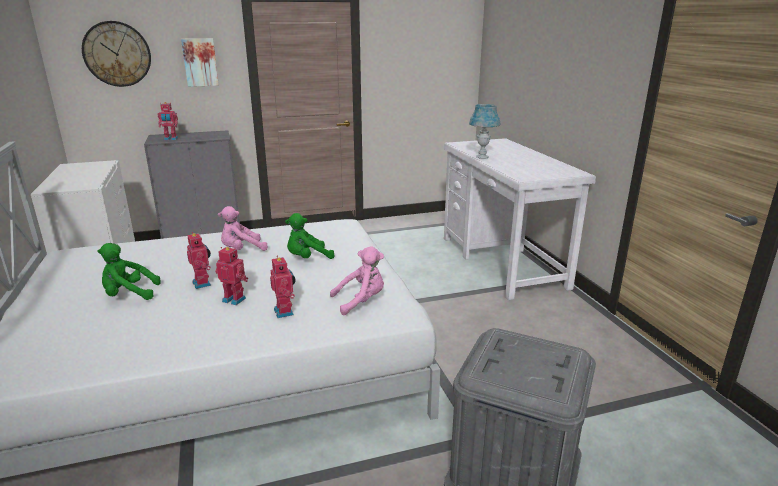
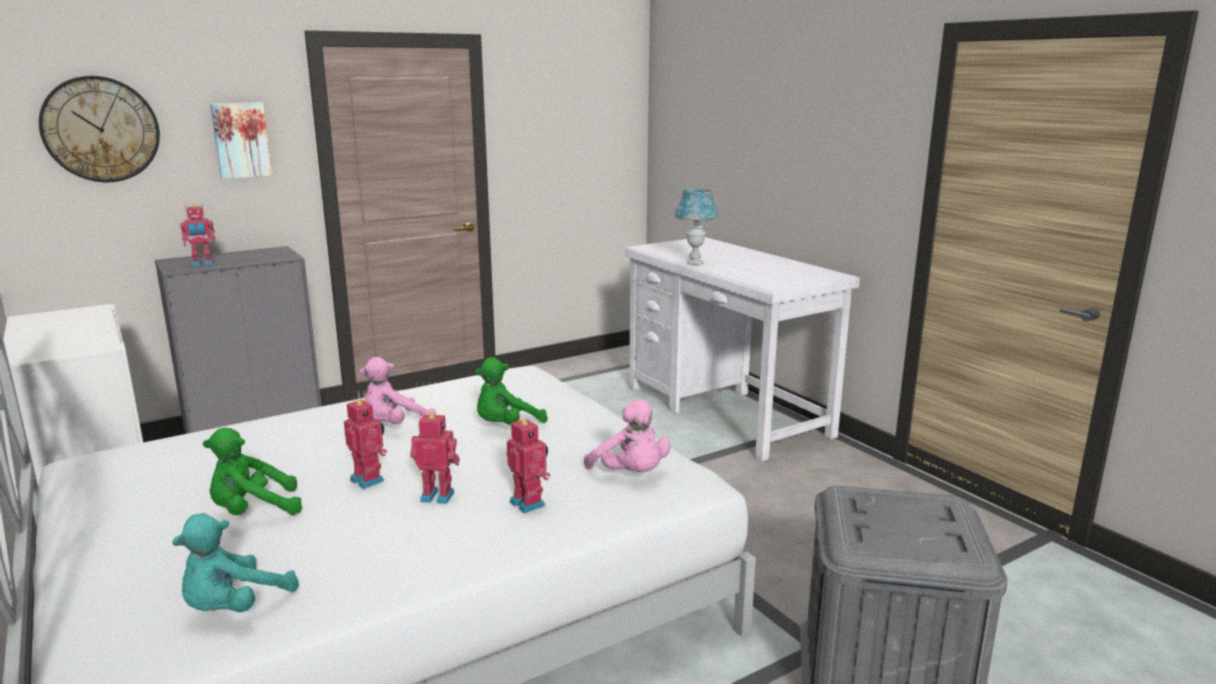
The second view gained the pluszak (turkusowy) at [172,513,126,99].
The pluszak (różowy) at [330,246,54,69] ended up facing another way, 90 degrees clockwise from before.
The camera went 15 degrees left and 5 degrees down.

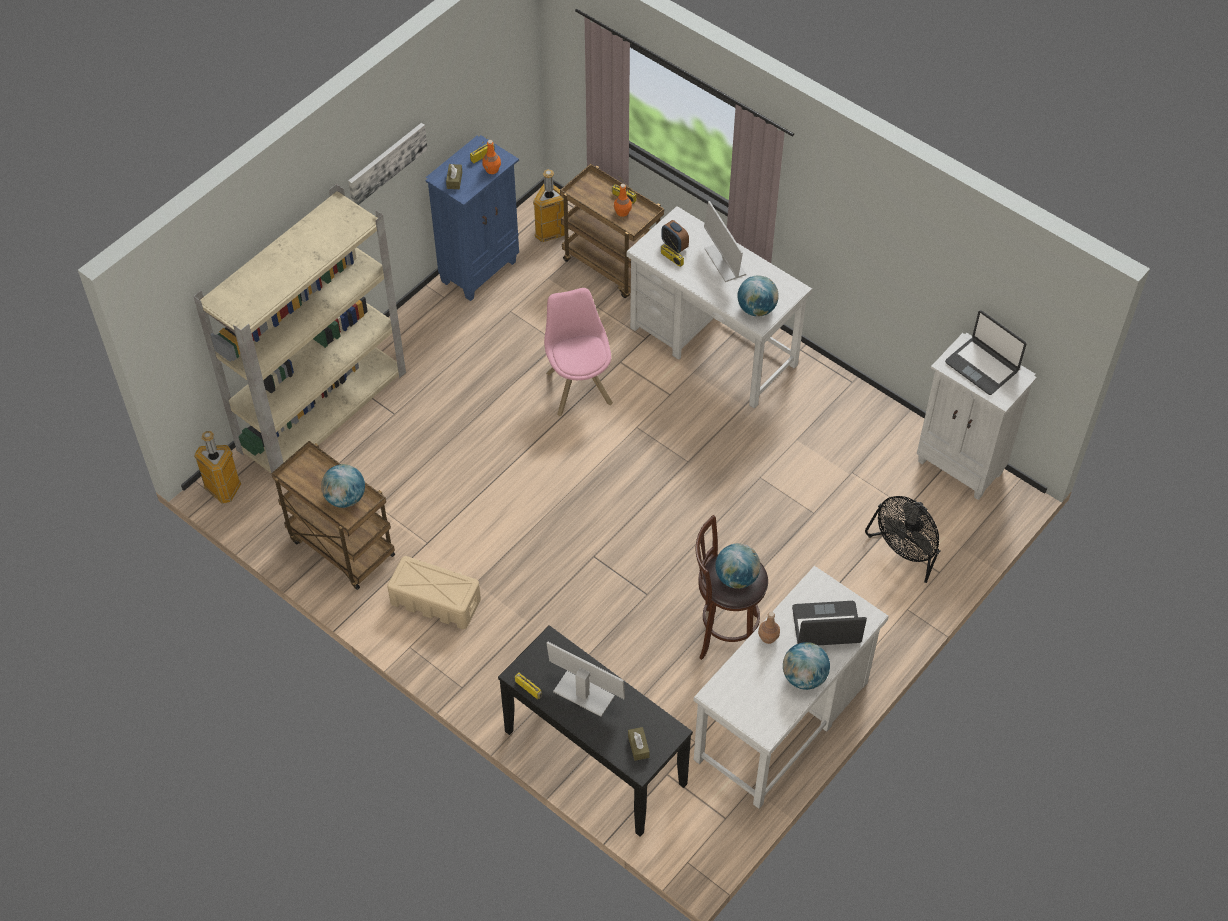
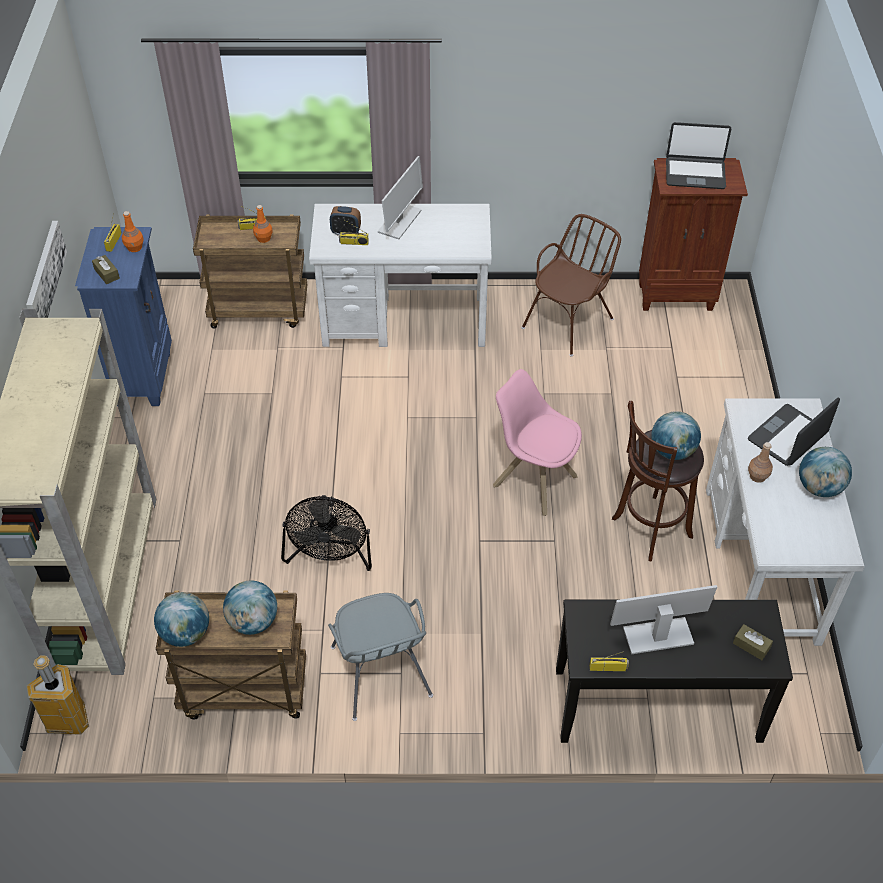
The second view lost the kosz na śmieci at [533,169,32,73].
The second view gained the krzesło (brązowy) at [521,214,100,143].
The krzesło (różowy) ended up elsewhere, having gone from [544,288,69,128] to [493,369,89,147].
The globus ended up elsewhere, having gone from [738,275,41,42] to [154,592,55,55].
The wentylator (czarny) ended up elsewhere, having gone from [865,496,76,87] to [281,495,91,76].
Where the pojemnik do przechowywania (beżowy) stood at [387,556,94,73], the krzesło (szary) came to stand at [328,593,105,128].
What was the szafka (biały) at [917,333,120,167] turned into the szafka (brązowy) at [639,158,109,153].
The monitor at [704,201,42,81] ended up facing another way, 90 degrees counterclockwise from before.
The camera went 40 degrees left and 5 degrees down.

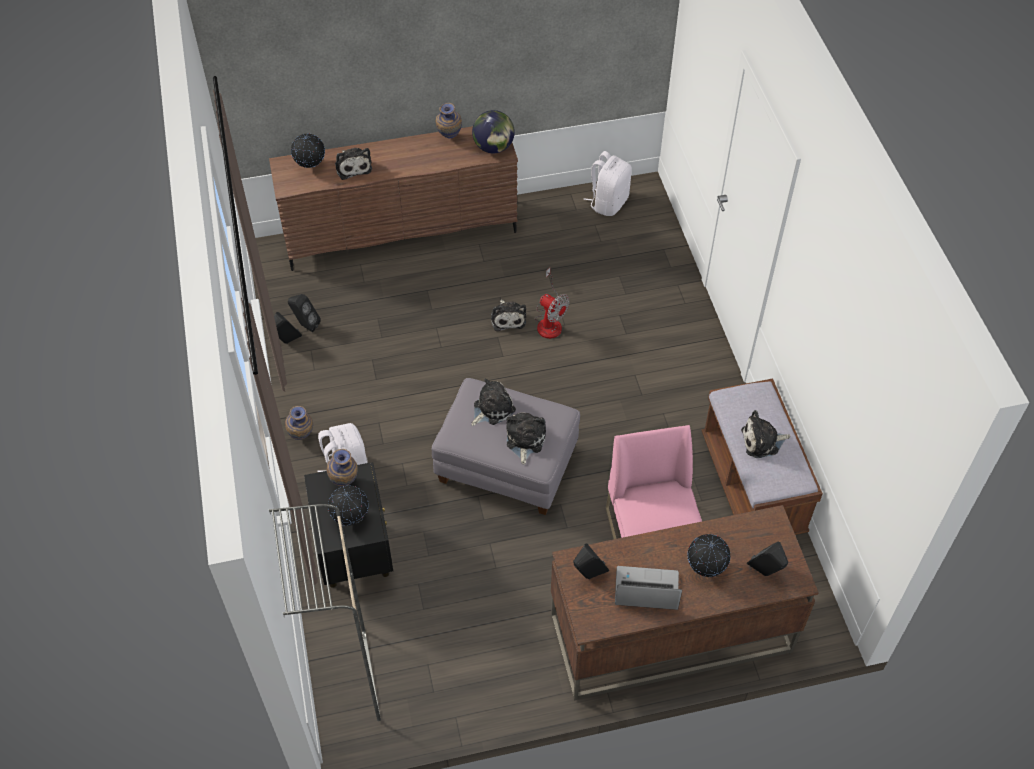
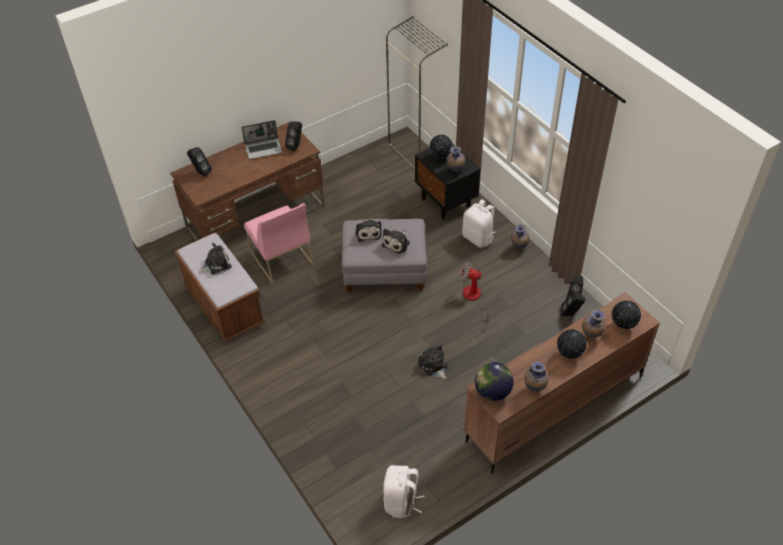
The wentylator ended up elsewhere, having gone from [535,268,35,71] to [461,261,31,61].
The globus ended up elsewhere, having gone from [688,534,42,43] to [557,329,30,30].
Where the pluszak stood at [335,148,37,32], the wazon came to stand at [582,310,24,28].
The camera went 160 degrees right and 5 degrees down.

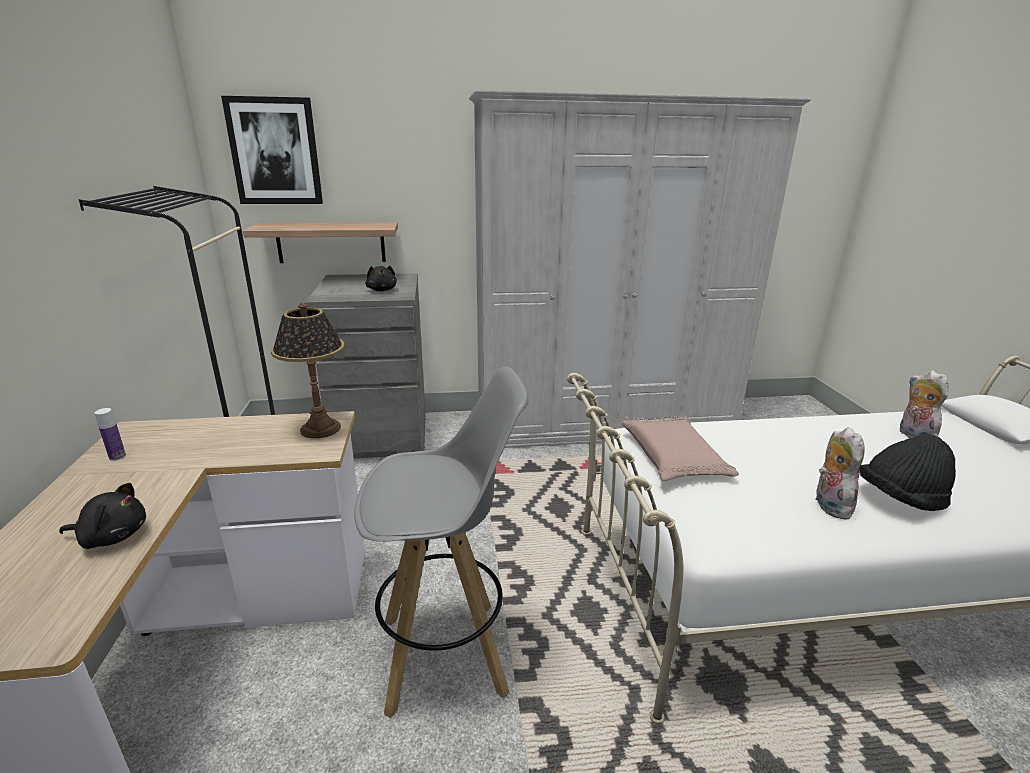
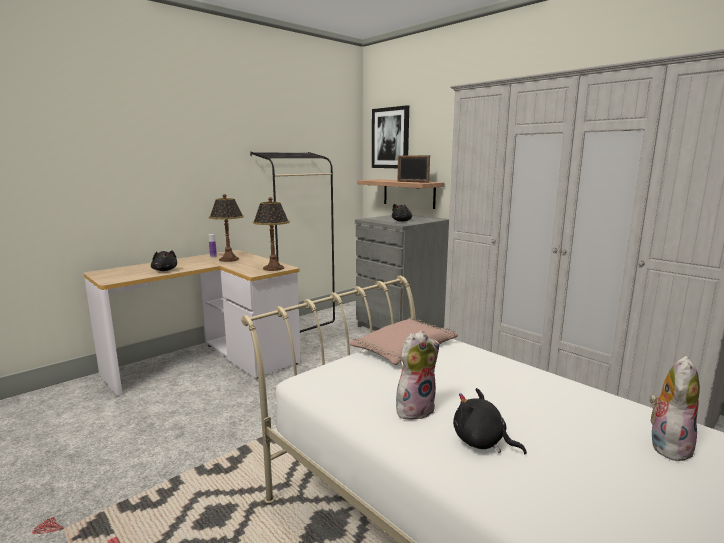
The second view lost the stołek (szary) at [354,367,175,351].
The second view gained the lampa stołowa at [209,194,35,68].
The second view gained the ramka na zdjęcie at [398,155,32,28].
Where the kapelusz (czarny) stood at [860,434,96,77], the pluszak (czarny) came to stand at [453,388,74,66].
The camera went 55 degrees right and 10 degrees down.

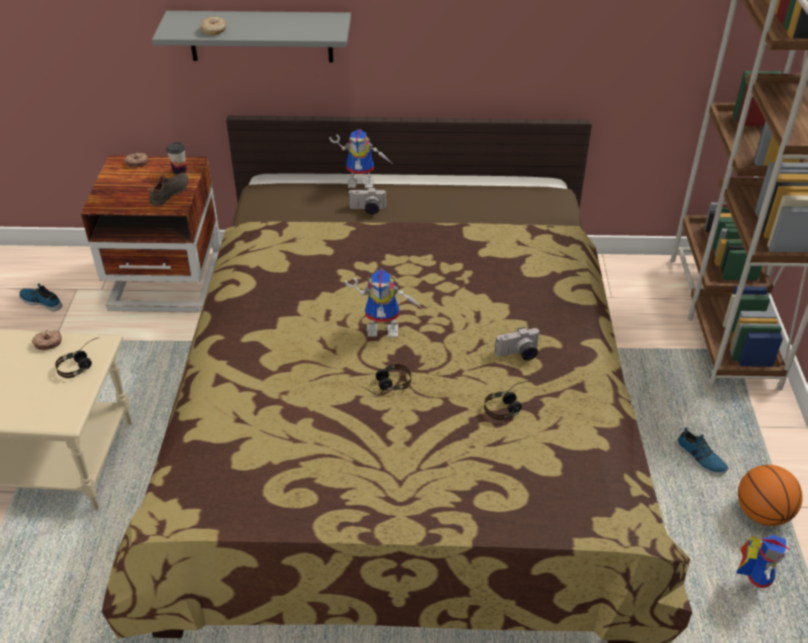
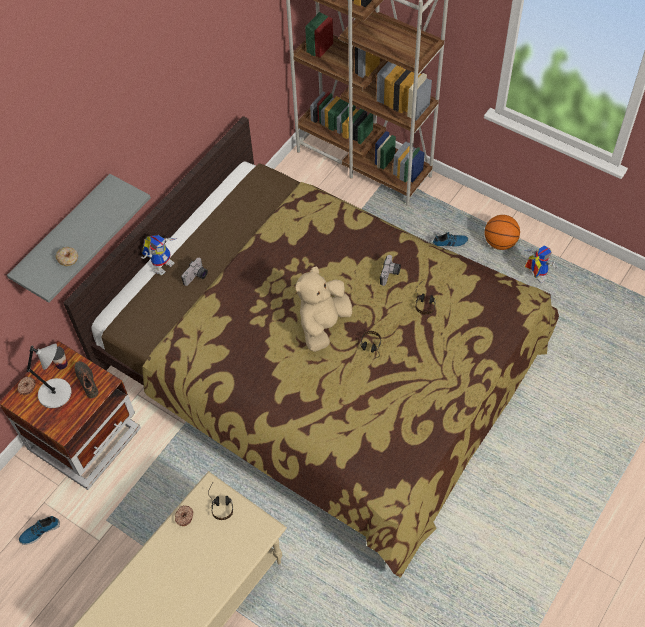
The second view gained the lampa stołowa (szary) at [26,343,45,65].
Where the robot zabawkowy stood at [345,268,78,69], the pluszak (beżowy) came to stand at [295,267,57,85].
The camera went 55 degrees left and 15 degrees up.

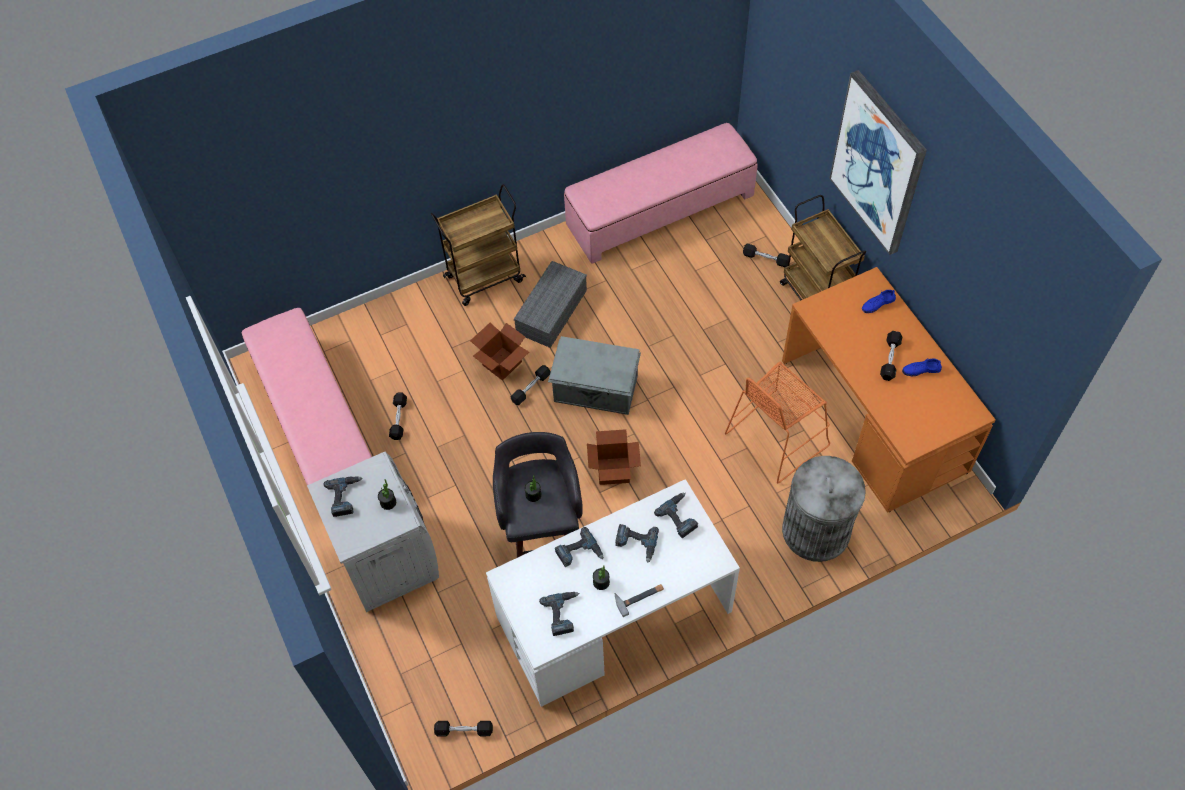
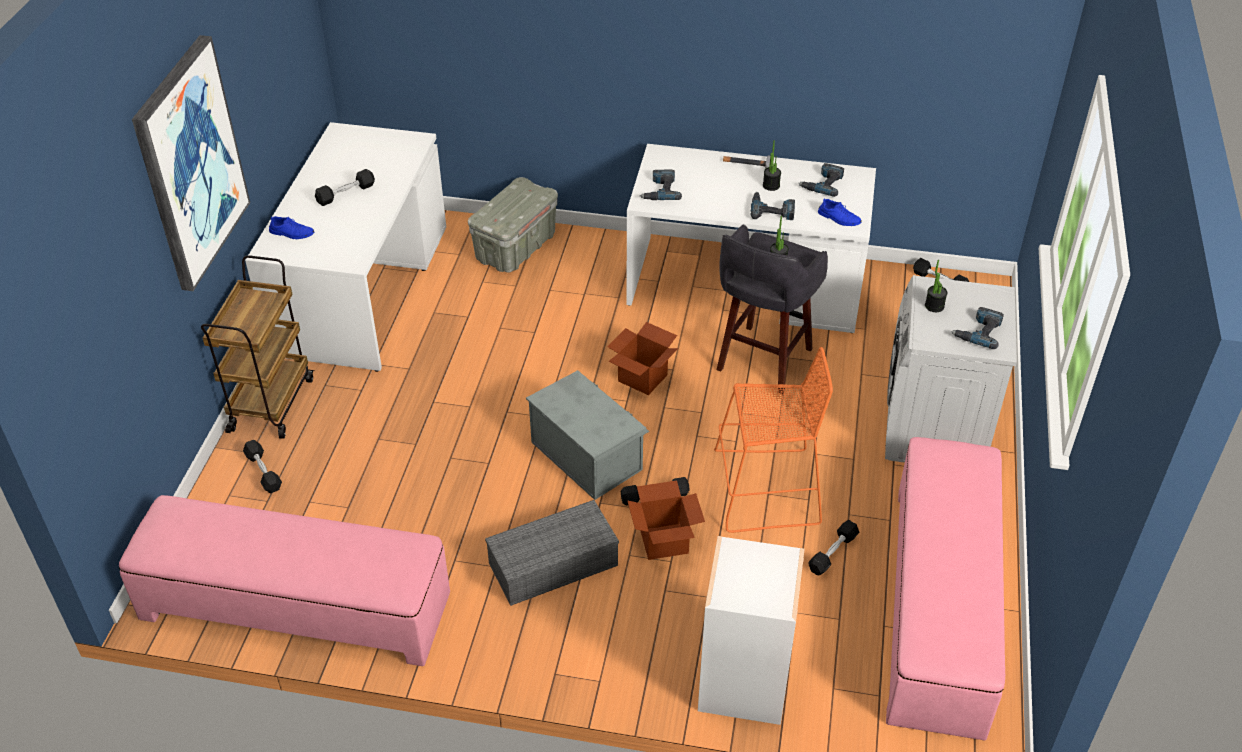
The second view lost the wózek (brązowy) at [431,184,95,122].
The second view lost the wiertarka at [615,524,44,39].
The second view gained the regał at [698,536,107,189].
The stołek (pomarańczowy) ended up elsewhere, having gone from [725,361,105,122] to [714,347,119,186].
The but (niebieski) ended up elsewhere, having gone from [902,358,40,18] to [818,198,44,28].
Where the kosz na śmieci (szary) stood at [782,456,84,106], the pojemnik do przechowywania (szary) came to stand at [468,177,90,96].
What was the biurko (pomarańczowy) at [782,267,214,246] turned into the biurko (biały) at [245,122,201,250].
The camera went 145 degrees left and 15 degrees down.

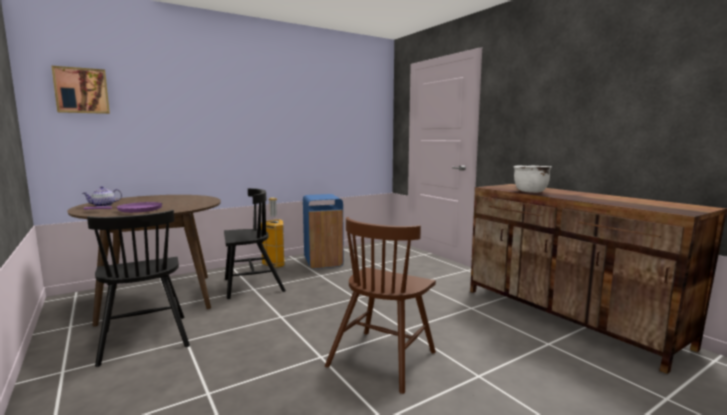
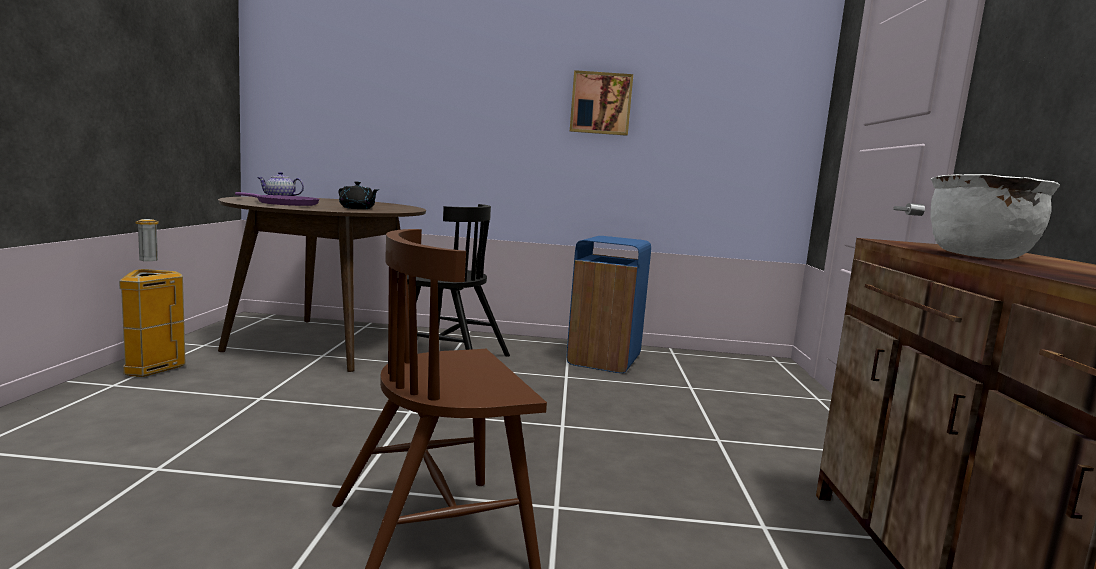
The second view lost the krzesło (czarny) at [87,210,103,157].
The second view gained the imbryk (czarny) at [338,181,40,28].
The obraz ended up elsewhere, having gone from [51,66,59,48] to [570,70,63,66].
The kosz na śmieci ended up elsewhere, having gone from [261,198,24,70] to [119,219,67,158].
The camera went 35 degrees right and 0 degrees up.

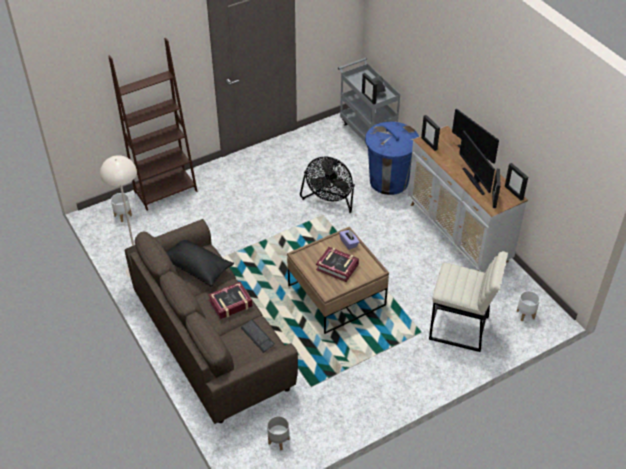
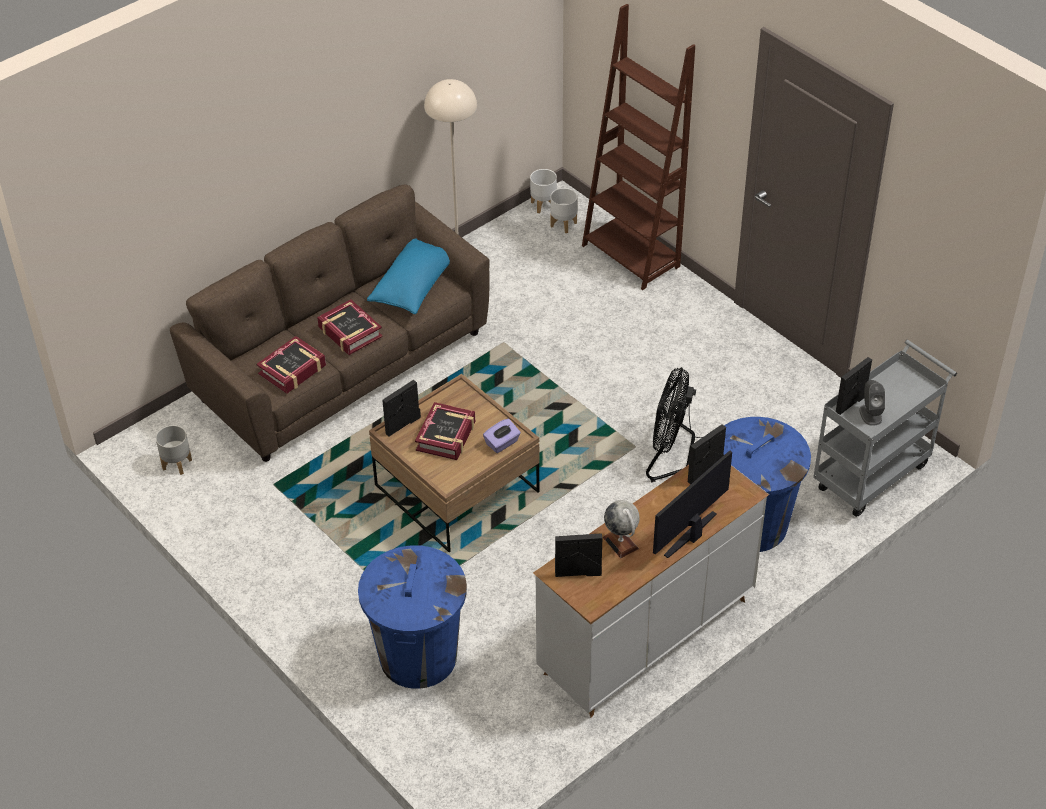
The ramka na zdjęcie ended up elsewhere, having gone from [505,163,23,37] to [382,380,39,57].
The donica (biały) ended up elsewhere, having gone from [517,291,23,30] to [530,169,27,45].
Where the klawiatura stood at [240,319,35,34], the książka came to stand at [257,336,69,58].
Where the krzesło (beżowy) stood at [429,251,79,101], the kosz na śmieci (niebieski) came to stand at [358,545,109,144].
Where the monitor stood at [459,131,36,64], the globus came to stand at [603,500,37,58].
What was the poduszka (czarny) at [166,240,68,47] turned into the poduszka (niebieski) at [367,238,83,76].
The camera went 80 degrees right and 0 degrees up.

